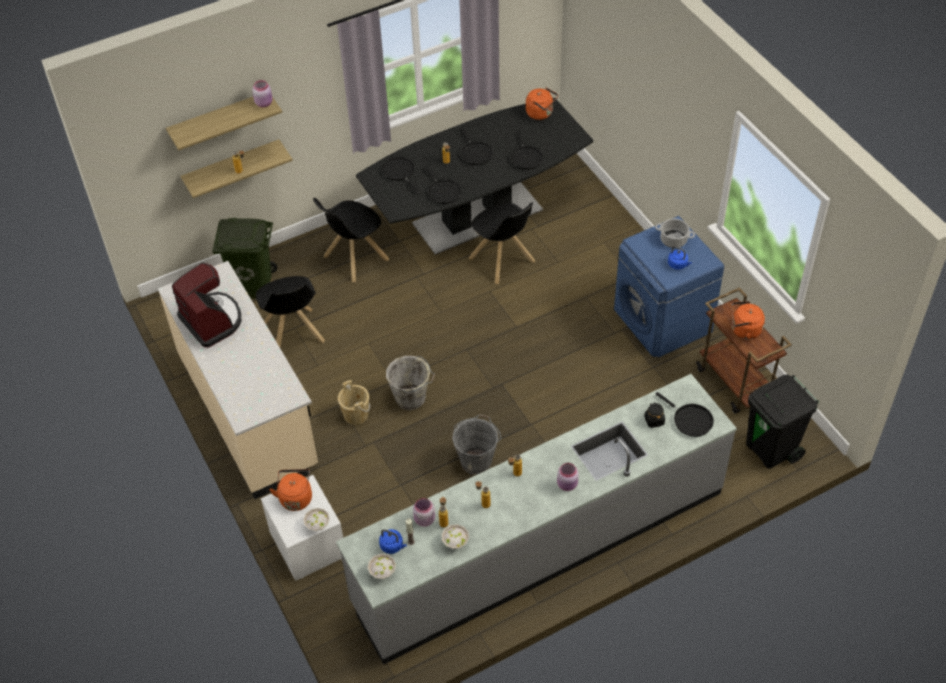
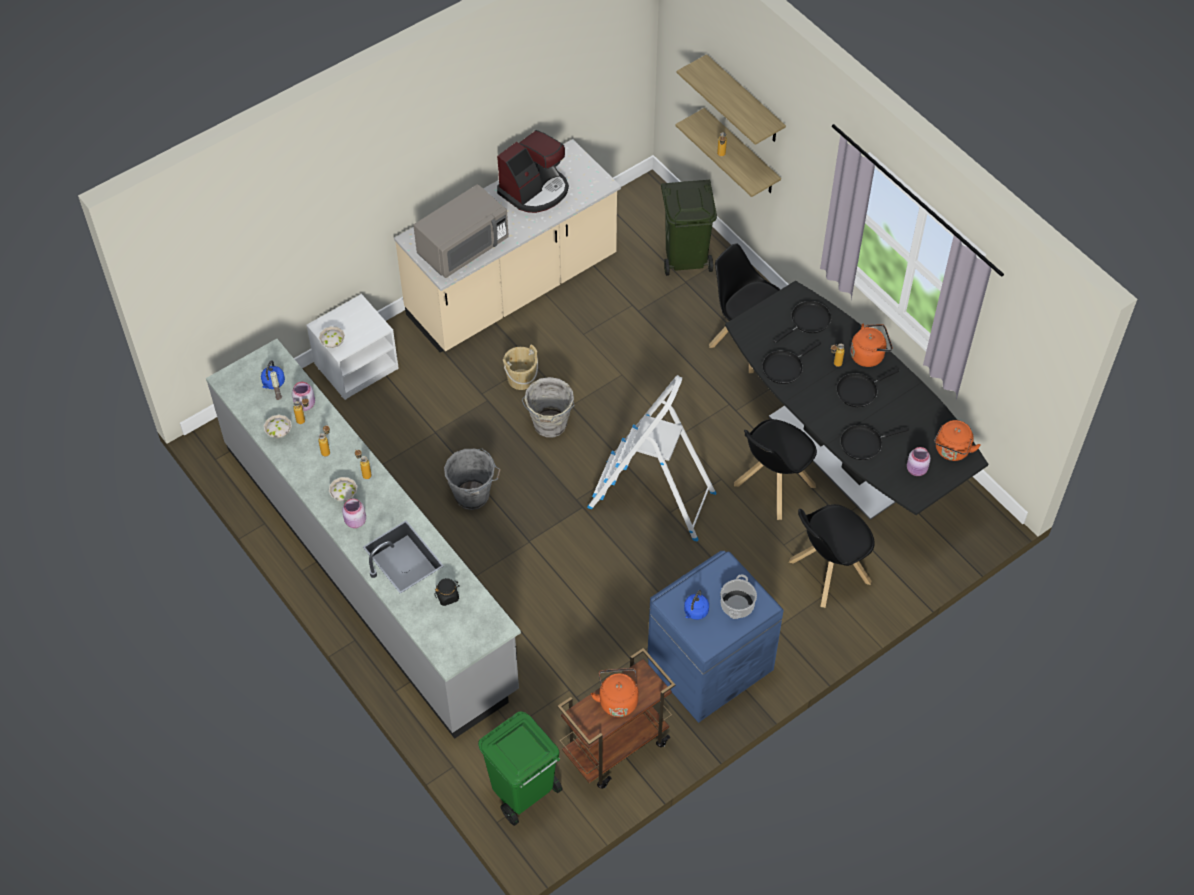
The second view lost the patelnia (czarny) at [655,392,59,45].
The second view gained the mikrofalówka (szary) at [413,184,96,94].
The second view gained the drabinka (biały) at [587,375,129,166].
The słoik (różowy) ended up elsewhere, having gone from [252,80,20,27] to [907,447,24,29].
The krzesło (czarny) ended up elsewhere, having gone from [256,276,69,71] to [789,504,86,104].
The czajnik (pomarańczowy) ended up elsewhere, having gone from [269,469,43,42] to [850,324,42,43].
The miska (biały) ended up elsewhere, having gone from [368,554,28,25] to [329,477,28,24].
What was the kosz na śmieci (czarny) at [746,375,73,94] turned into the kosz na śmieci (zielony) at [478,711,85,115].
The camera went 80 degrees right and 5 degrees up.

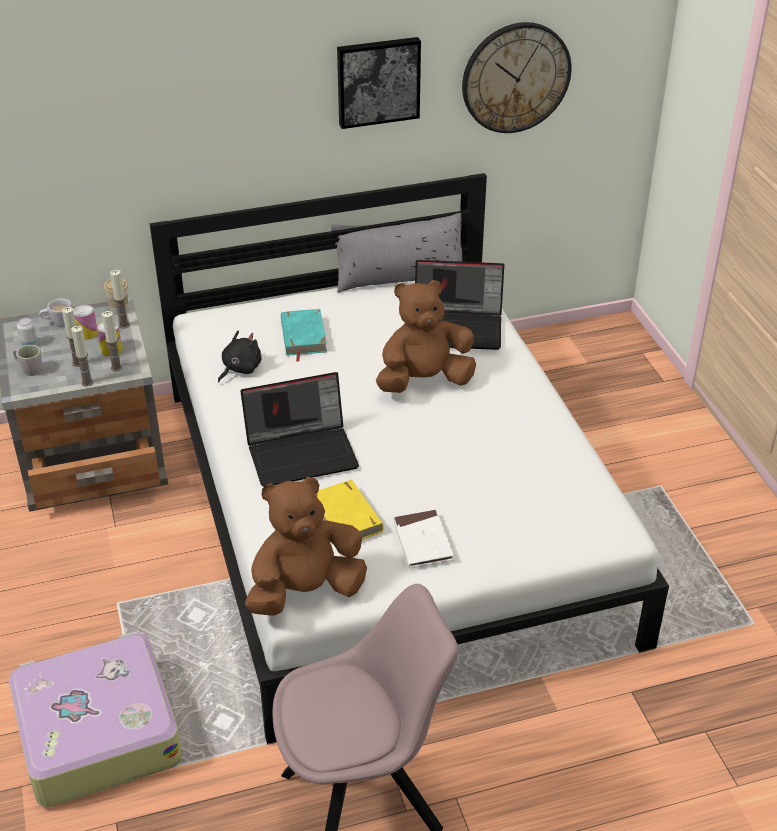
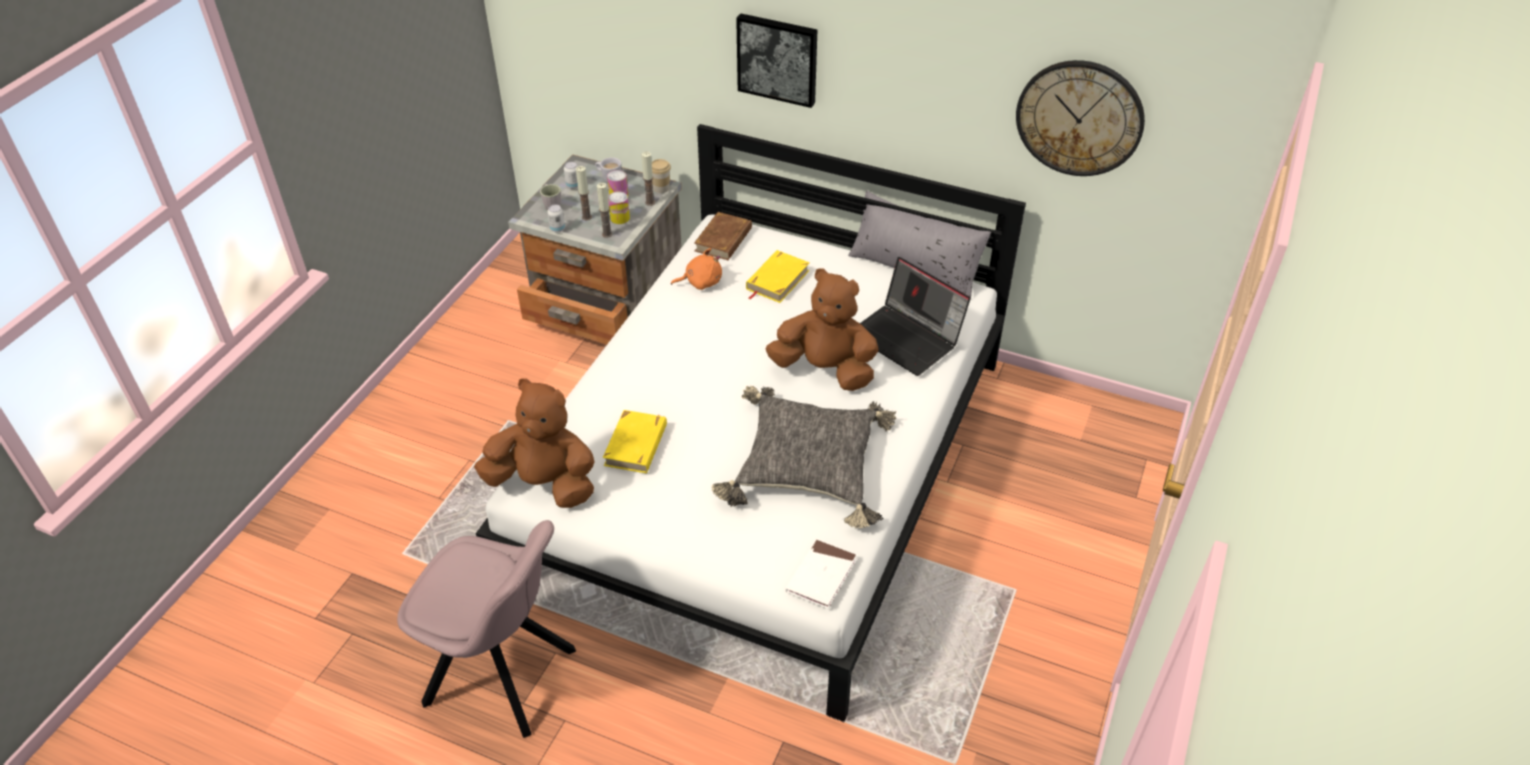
The second view lost the walizka at [9,632,173,175].
The second view lost the świeca at [71,326,22,61].
The second view lost the laptop at [240,372,119,115].
The second view gained the puszka at [547,204,18,28].
The second view gained the książka (brązowy) at [694,212,58,48].
The second view gained the poduszka at [711,385,185,144].
The obraz ended up elsewhere, having gone from [337,37,84,92] to [736,13,81,95].
The książka (biały) ended up elsewhere, having gone from [393,509,61,59] to [786,539,72,70].
What was the pluszak (czarny) at [218,331,43,52] turned into the pluszak (pomarańczowy) at [671,248,51,42].
What was the książka (turkusowy) at [281,309,46,53] turned into the książka (żółty) at [746,250,64,53].
The camera went 40 degrees right and 5 degrees up.

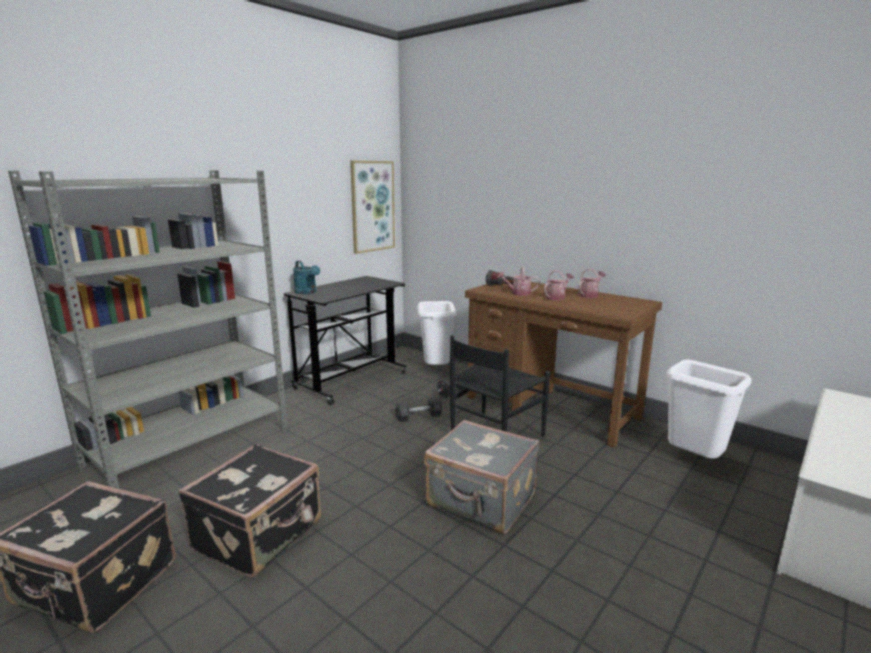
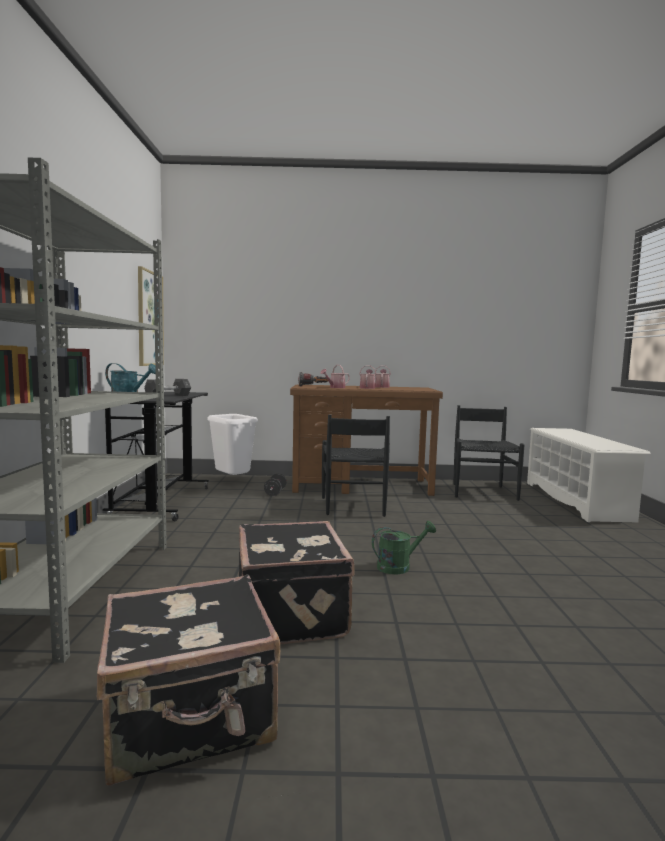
The second view lost the walizka (szary) at [424,420,115,114].
The second view gained the konewka (zielony) at [372,521,64,53].
The hantel (szary) ended up elsewhere, having gone from [395,397,47,25] to [144,379,47,17].
Where the kosz na śmieci (biały) stood at [666,359,86,100], the krzesło (czarny) came to stand at [453,405,71,96].
The camera went 40 degrees left and 10 degrees down.

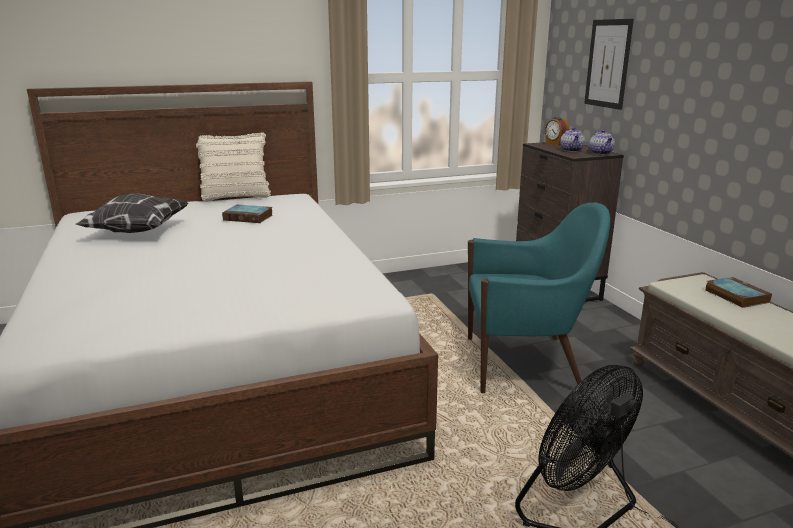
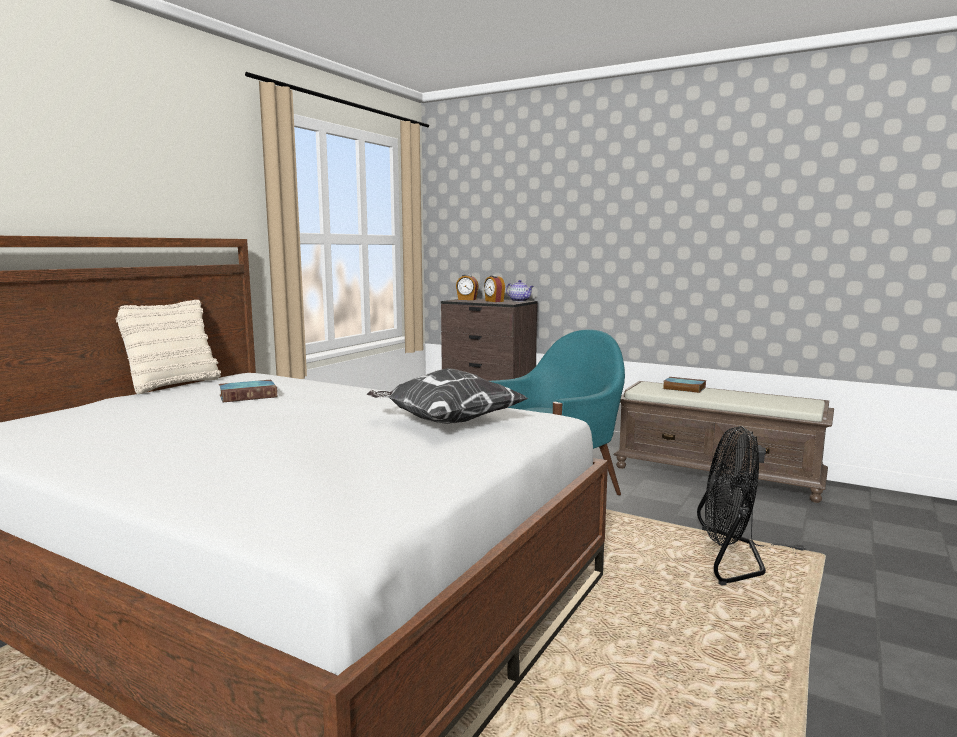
The second view lost the obraz at [584,19,50,91].
The poduszka ended up elsewhere, having gone from [75,193,114,40] to [367,368,161,56].
Where the imbryk stood at [560,127,25,25], the budzik came to stand at [484,275,21,27].
The camera went 40 degrees left and 10 degrees down.

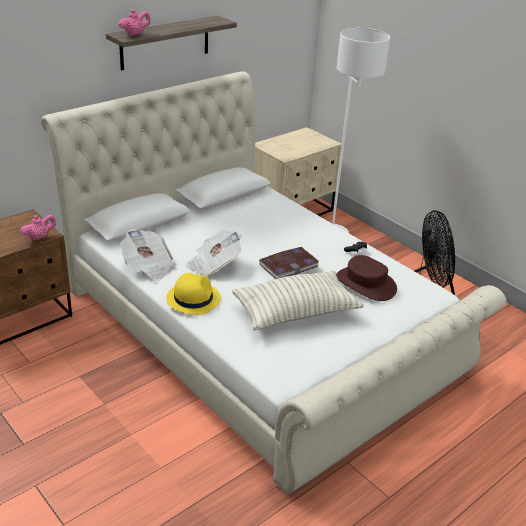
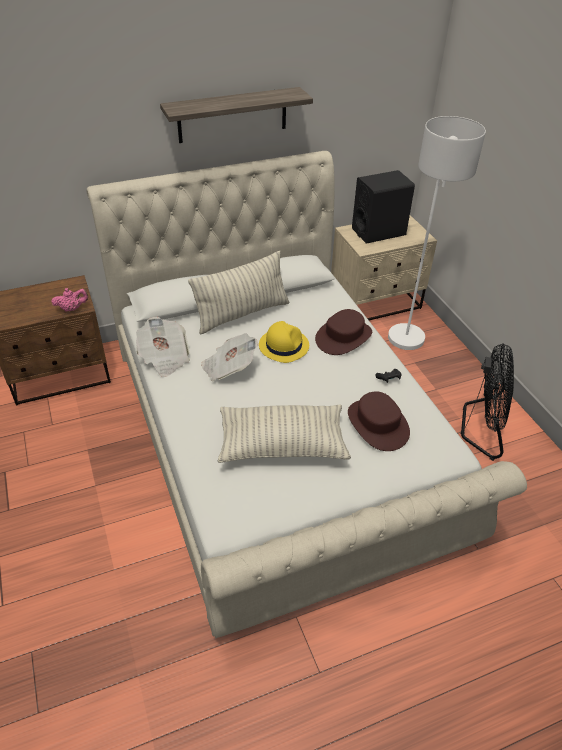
The second view lost the imbryk (różowy) at [119,9,32,27].
The second view lost the książka at [259,247,60,32].
The second view gained the poduszka at [188,251,101,83].
The second view gained the kapelusz (brązowy) at [315,309,57,46].
The second view gained the głośnik (czarny) at [352,170,63,74].
The kapelusz (żółty) ended up elsewhere, having gone from [166,273,55,42] to [259,321,50,42].
The camera went 20 degrees right and 10 degrees up.

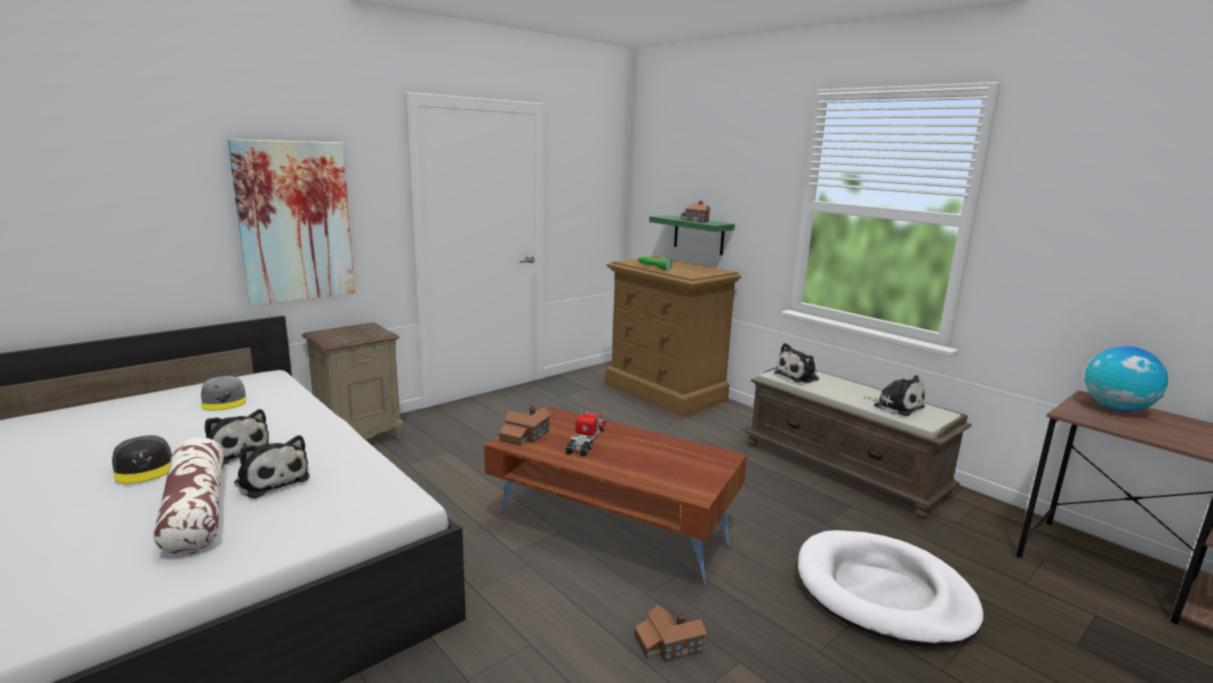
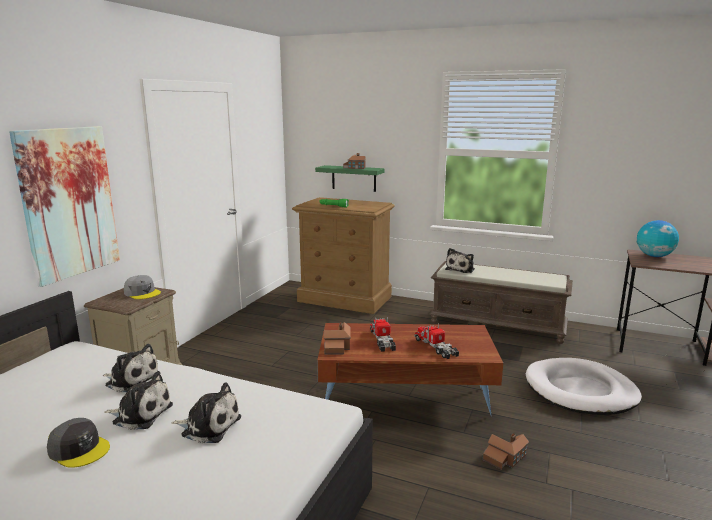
The second view lost the poduszka at [153,437,71,118].
The second view gained the ciężarówka zabawkowa at [414,323,45,37].
The czapka z daszkiem (szary) ended up elsewhere, having gone from [201,376,45,35] to [124,275,37,24].
The pluszak ended up elsewhere, having gone from [863,375,62,41] to [103,344,58,48].
The camera went 25 degrees left and 0 degrees up.

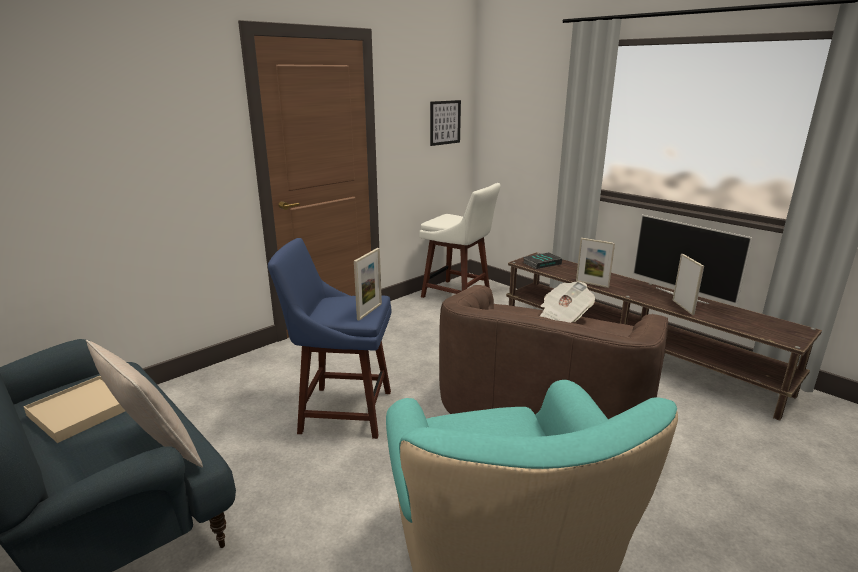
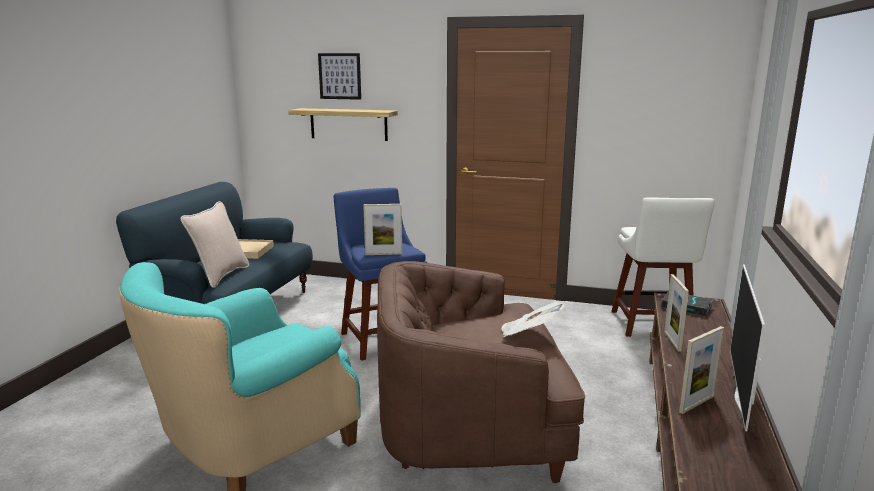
The second view gained the półka at [288,108,110,33].
The obraz ended up elsewhere, having gone from [430,100,31,46] to [318,53,43,47].
The camera went 60 degrees right and 5 degrees down.

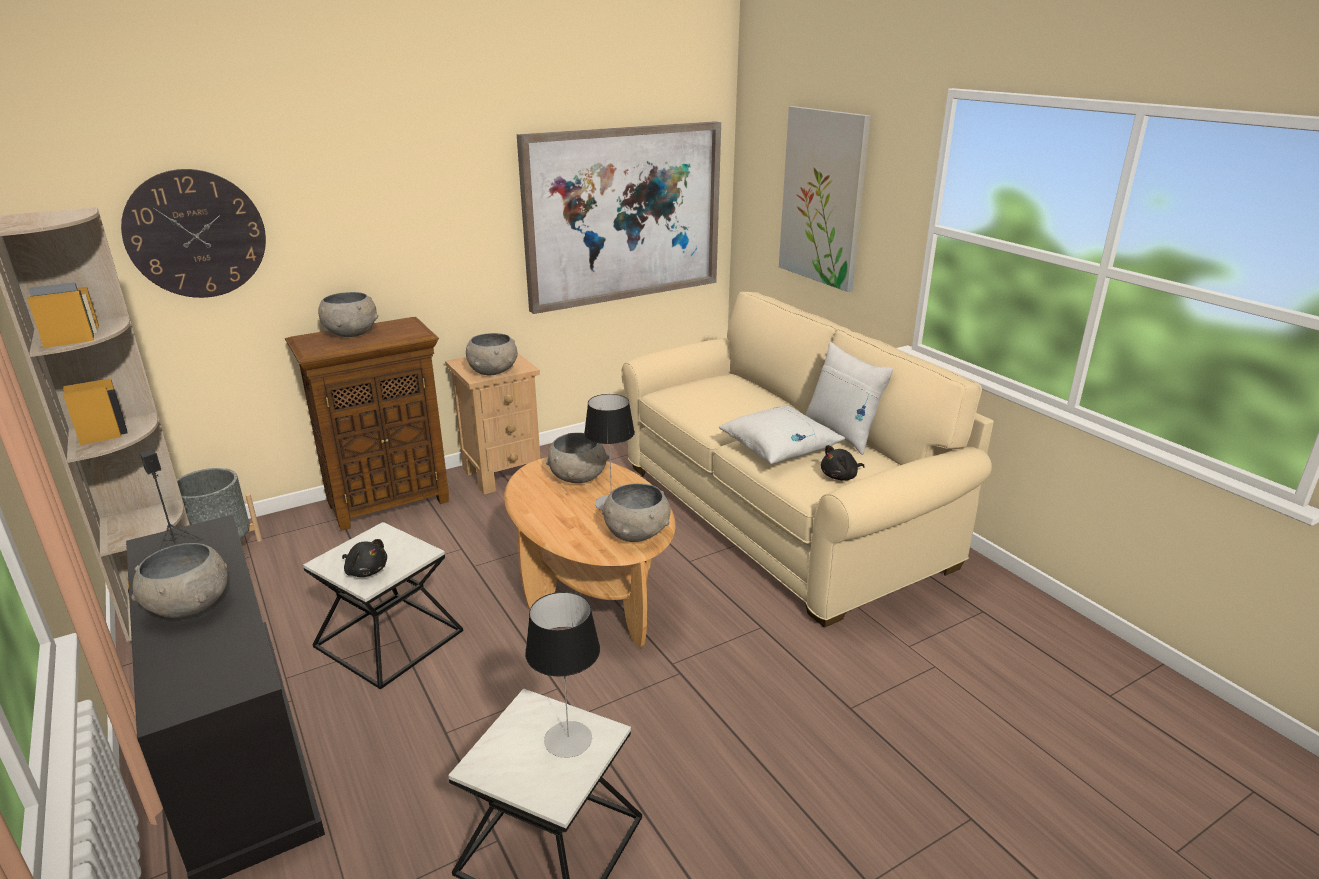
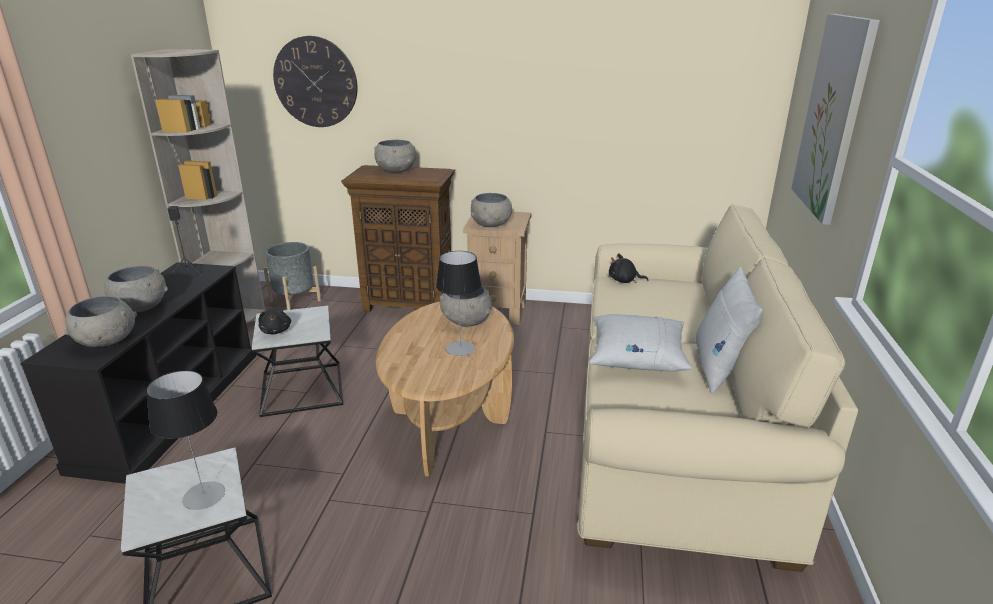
The second view lost the obraz at [517,121,204,193].
The miska (szary) ended up elsewhere, having gone from [602,483,69,59] to [64,296,73,51].
The pluszak (czarny) ended up elsewhere, having gone from [821,445,44,35] to [609,253,39,30].
The camera went 40 degrees right and 0 degrees up.

